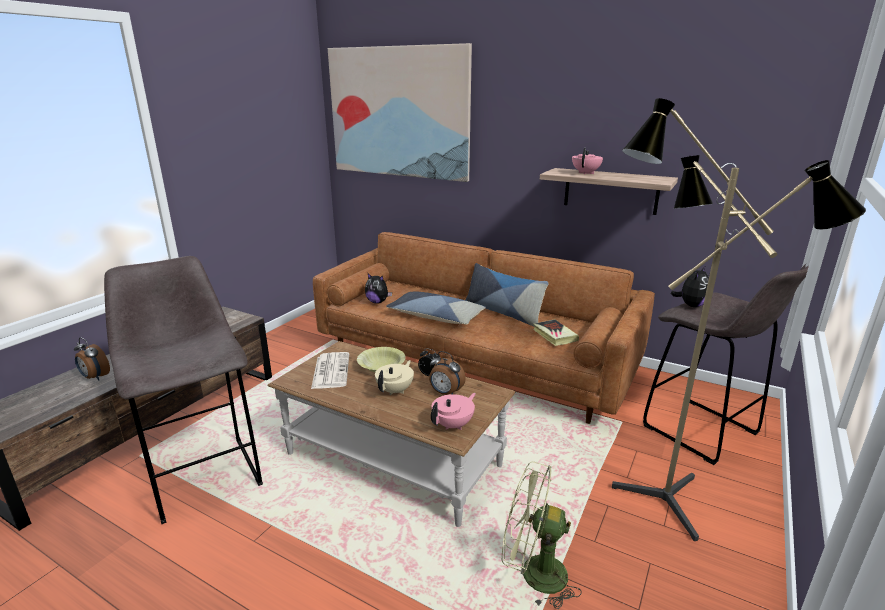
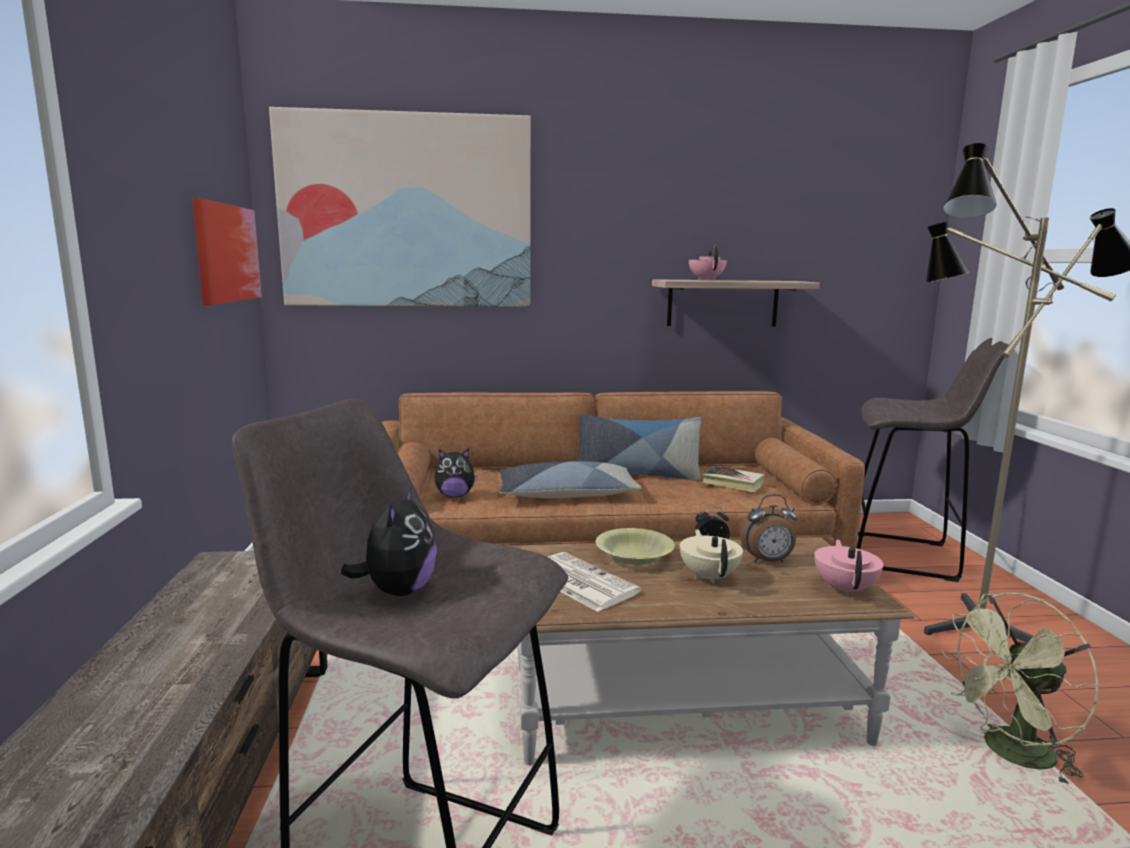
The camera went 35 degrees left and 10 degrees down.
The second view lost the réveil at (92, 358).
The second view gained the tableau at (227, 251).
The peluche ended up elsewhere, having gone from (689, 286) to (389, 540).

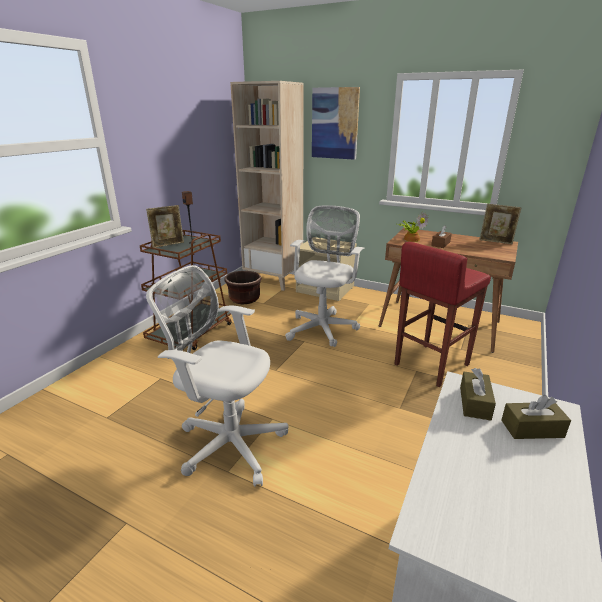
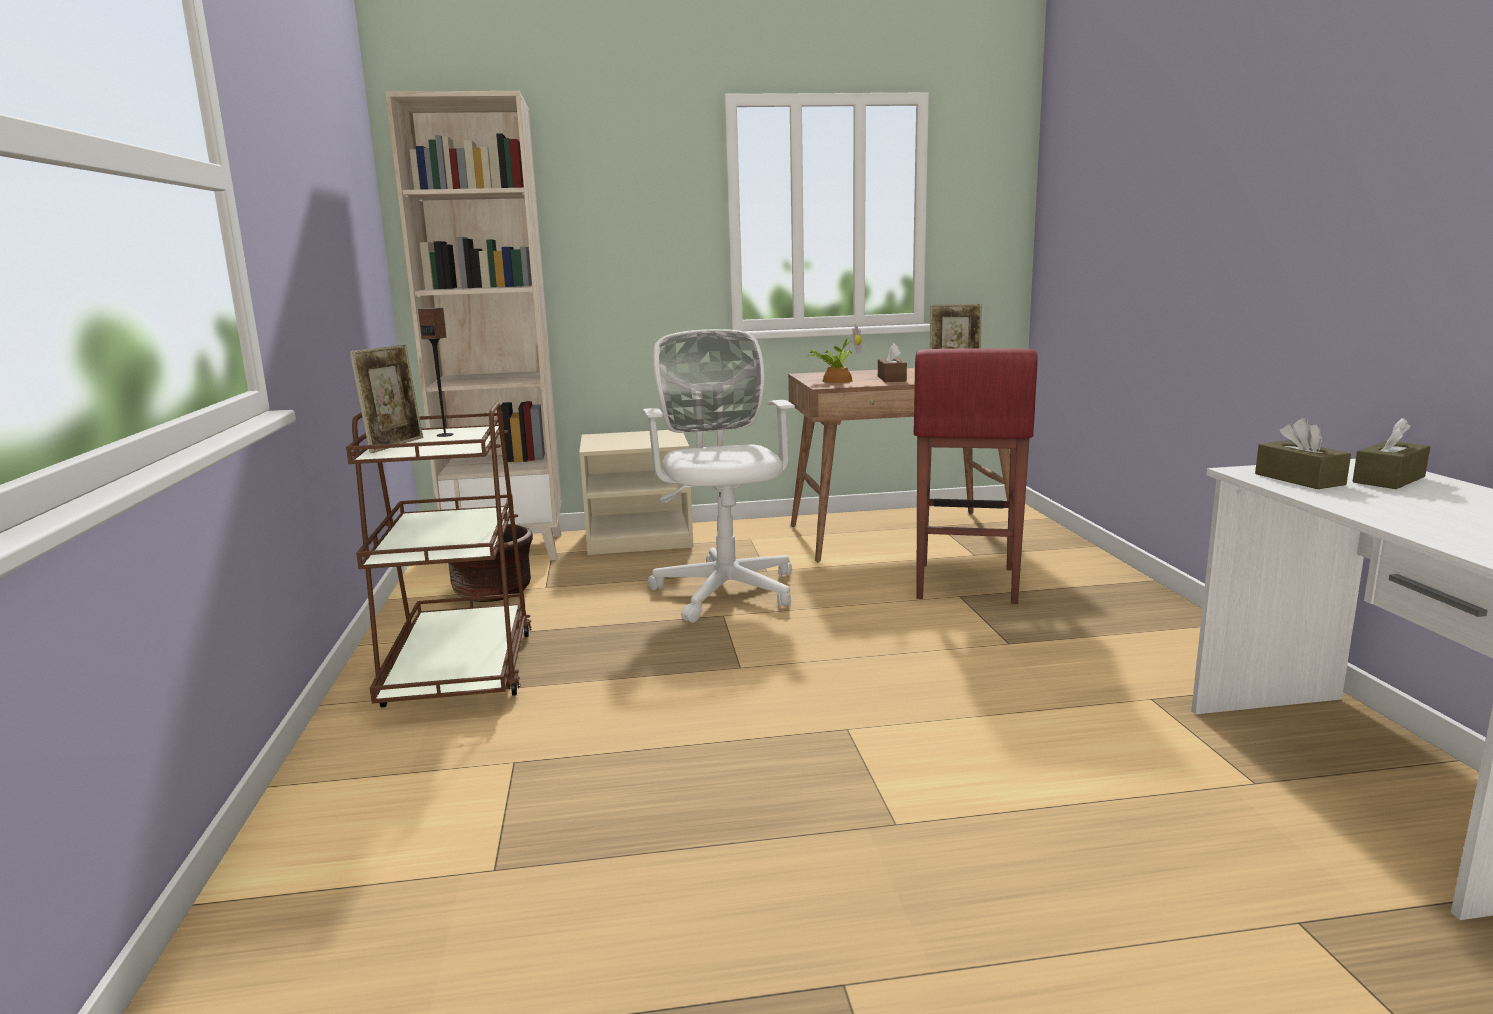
The camera went 35 degrees left and 10 degrees down.
The second view lost the chaise de bureau/blanc at (217, 376).
The second view lost the tableau at (336, 123).

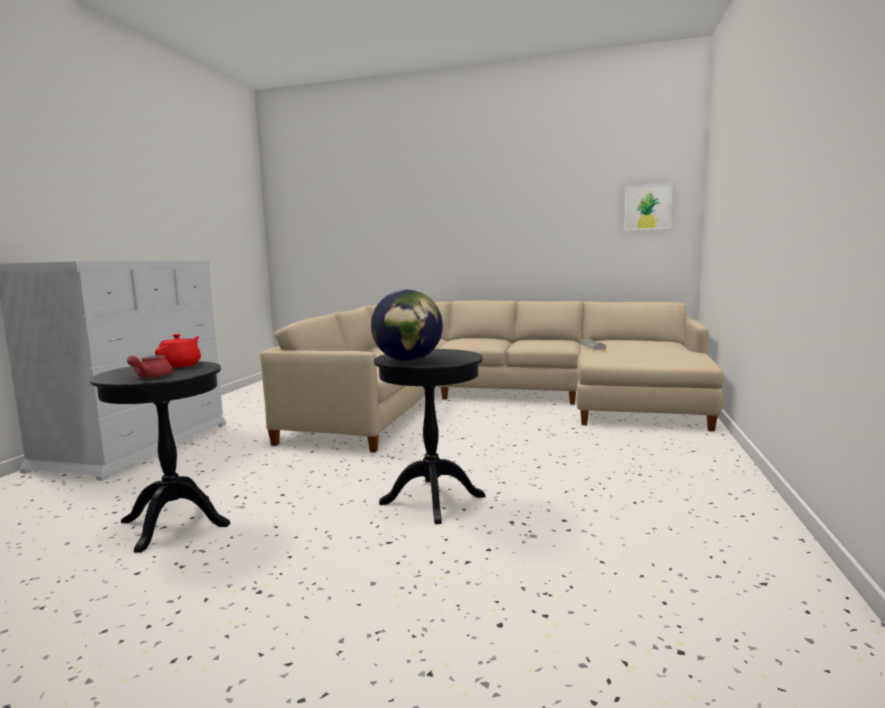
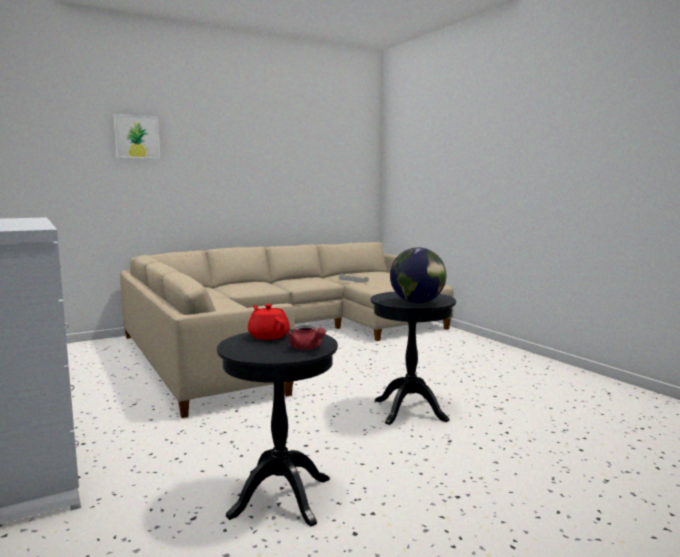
The camera went 45 degrees left and 0 degrees up.
The tableau ended up elsewhere, having gone from (648, 207) to (137, 136).

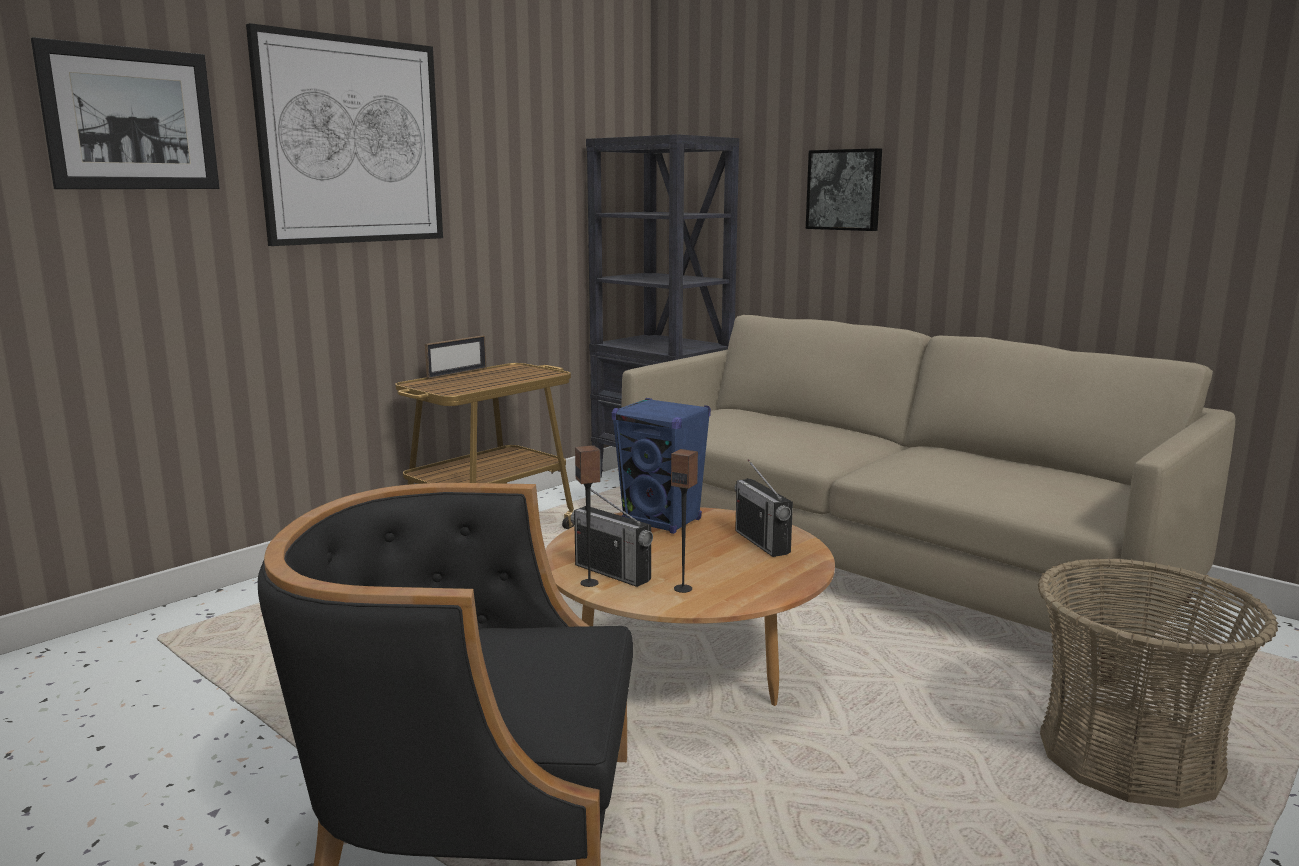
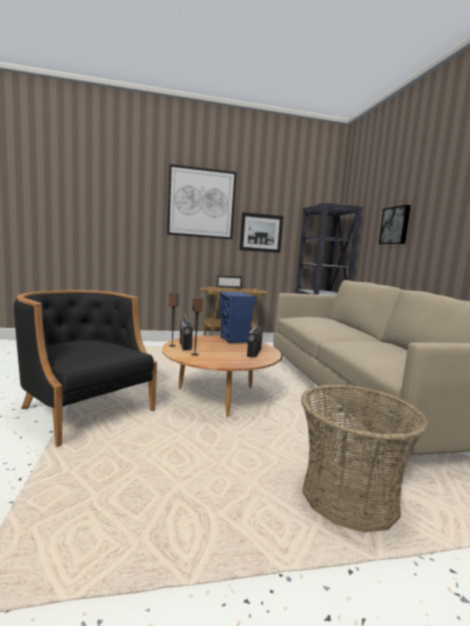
The camera went 35 degrees right and 5 degrees down.
The tableau ended up elsewhere, having gone from (125, 113) to (261, 232).

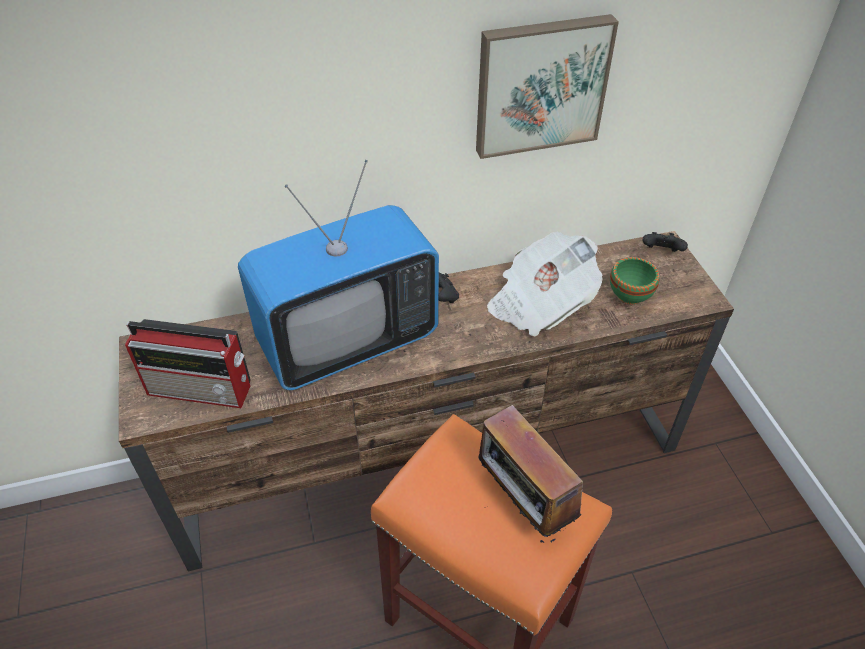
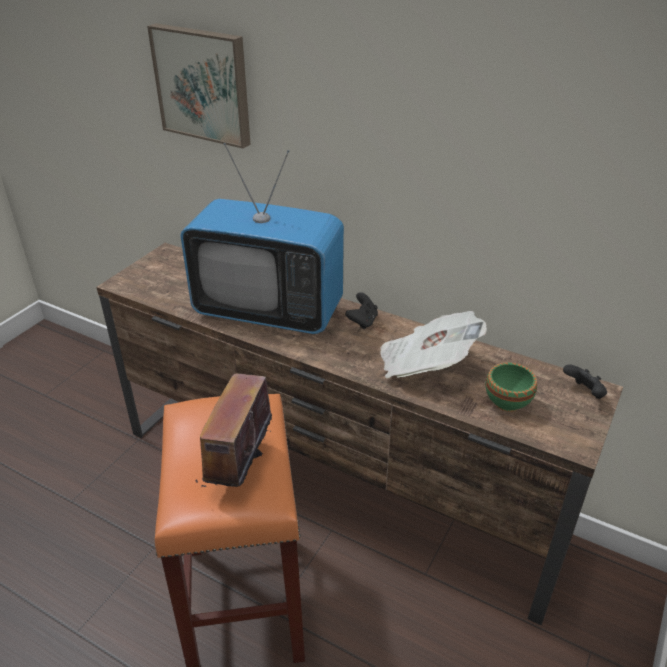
The camera went 45 degrees right and 10 degrees down.
The second view lost the radio at (188, 363).
The tableau ended up elsewhere, having gone from (547, 86) to (199, 86).

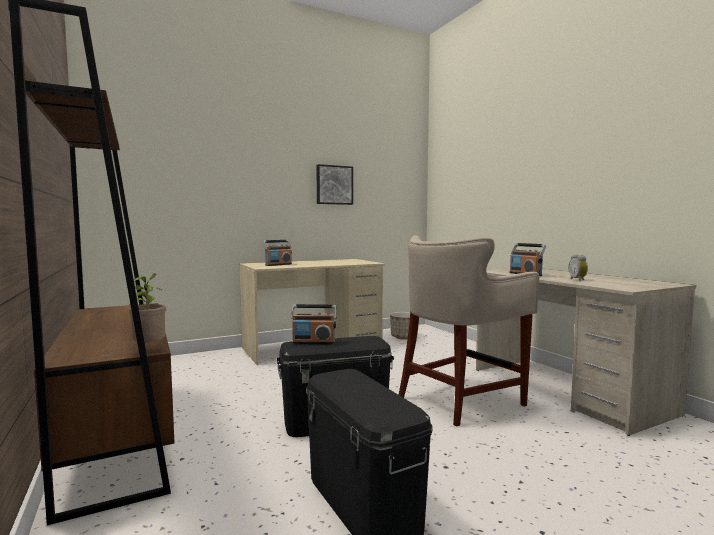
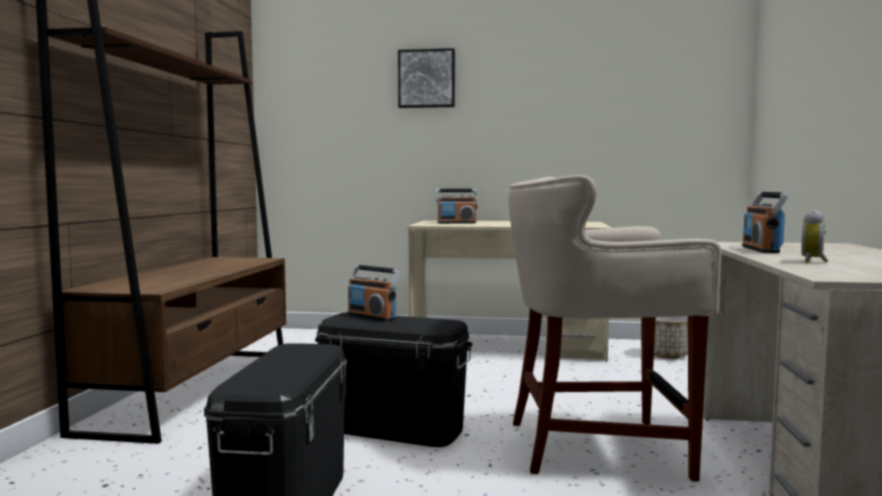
The camera went 35 degrees right and 0 degrees up.
The second view lost the plante en pot at (147, 308).
The tableau ended up elsewhere, having gone from (334, 184) to (426, 78).

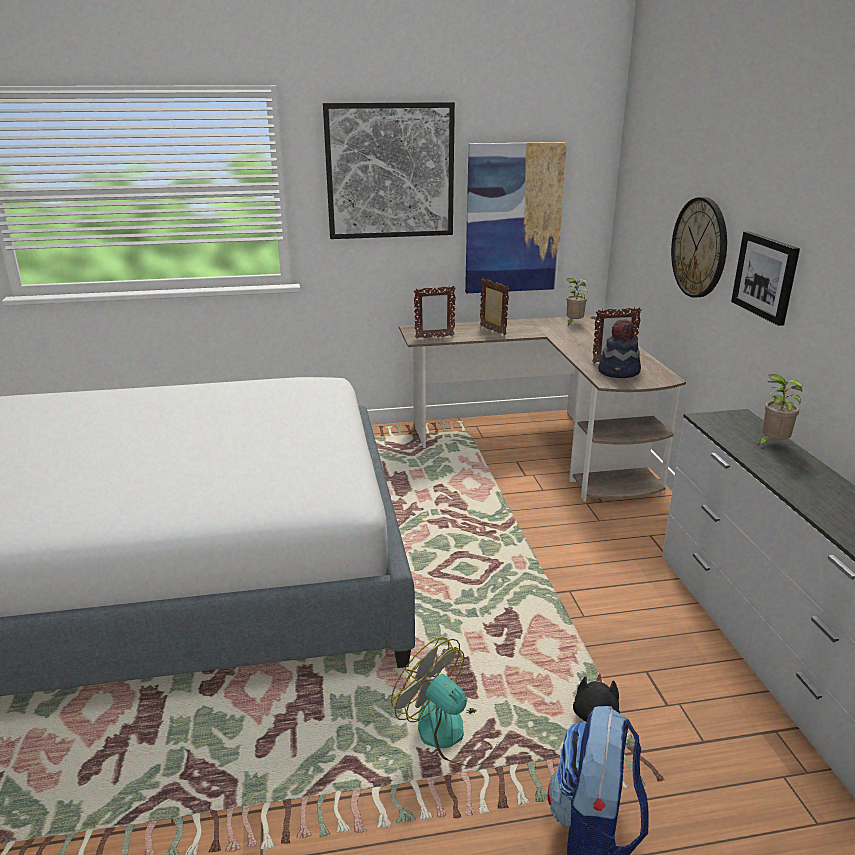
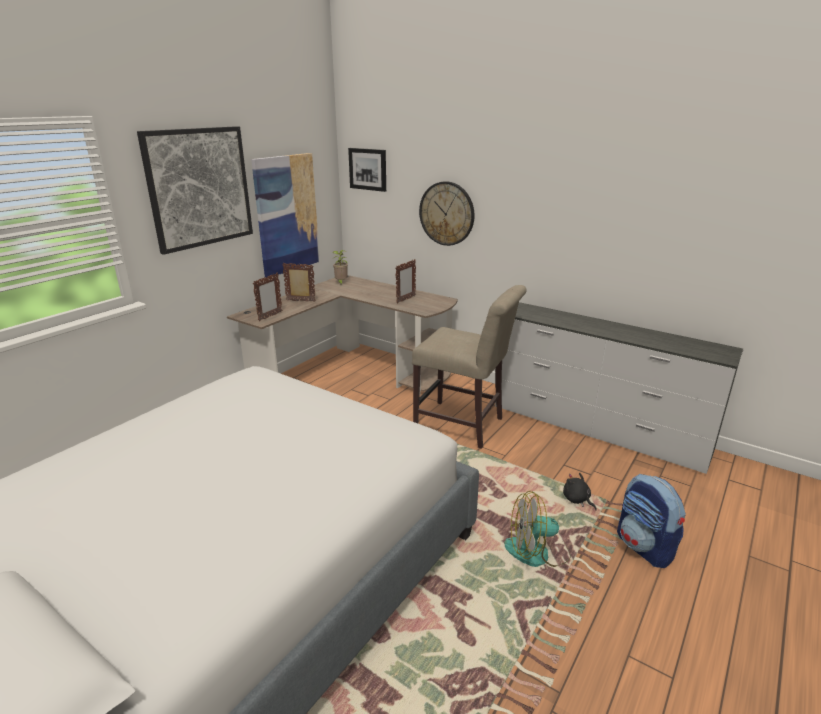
The camera went 45 degrees left and 0 degrees up.
The second view lost the chapeau at (619, 348).
The second view lost the plante en pot at (780, 410).
The second view gained the chaise/beige at (469, 367).
The tableau ended up elsewhere, having gone from (765, 278) to (367, 170).

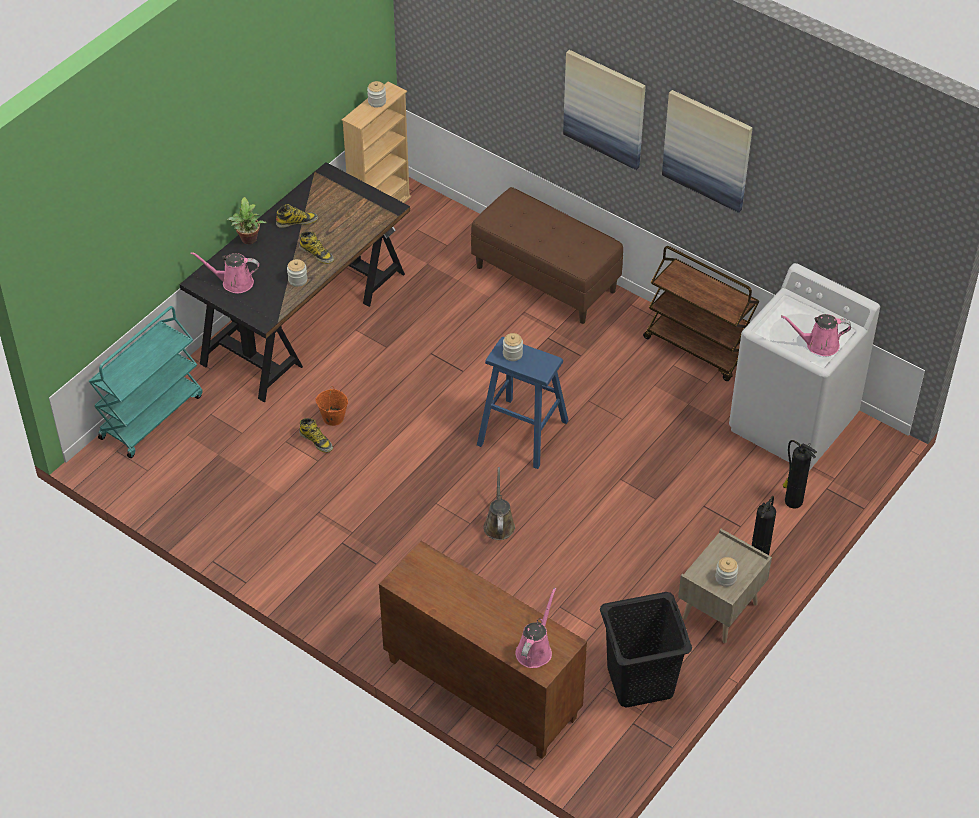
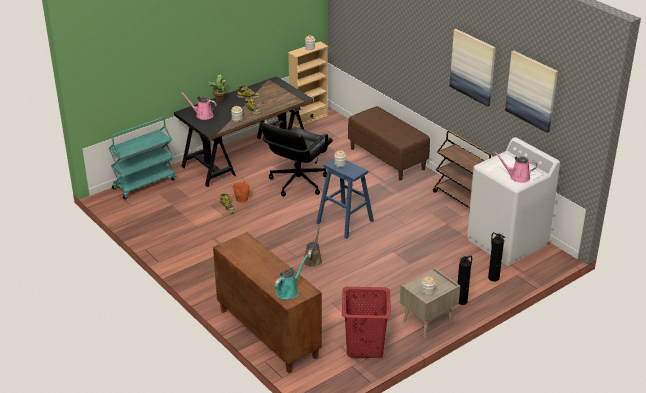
The camera went 15 degrees right and 15 degrees down.
The second view gained the chaise de bureau/noir at (296, 158).
The tableau ended up elsewhere, having gone from (604, 110) to (531, 92).
What was the arrosoir/rose at (535, 628) turned into the arrosoir/turquoise at (291, 277).
What was the panier à linge/noir at (646, 650) turned into the panier à linge/rouge at (366, 322).

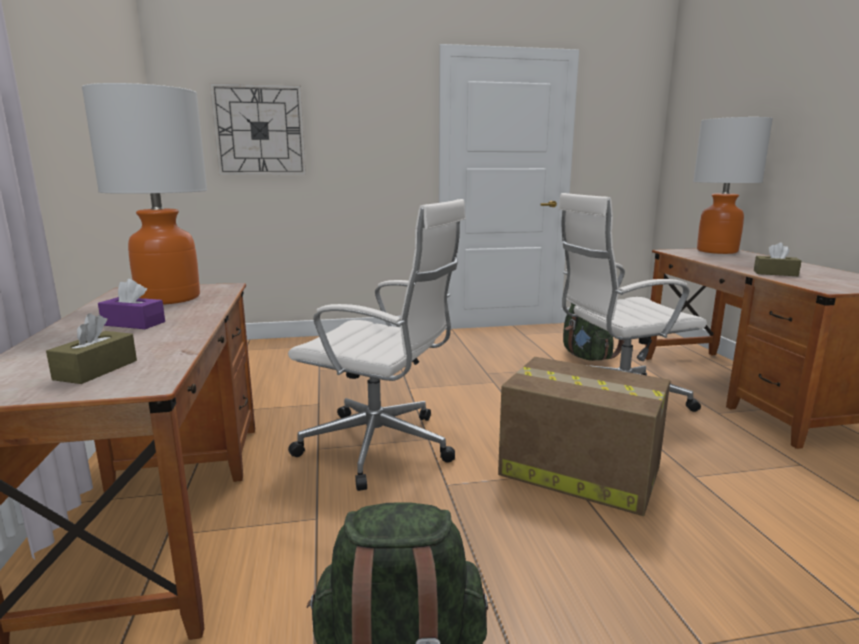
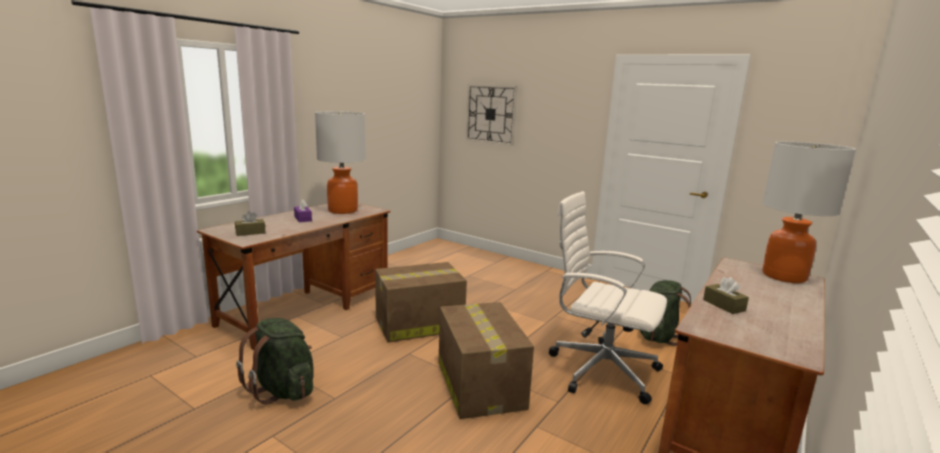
The camera went 45 degrees right and 0 degrees up.
Where the chaise de bureau/blanc stood at (377, 345), the carton came to stand at (421, 302).

